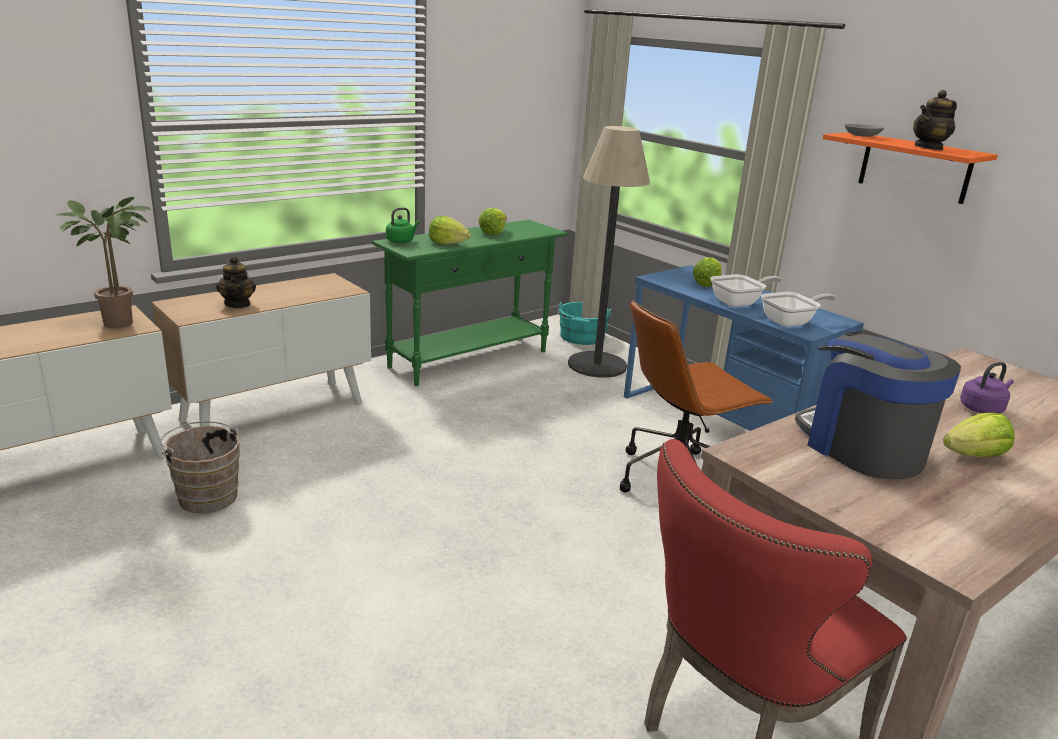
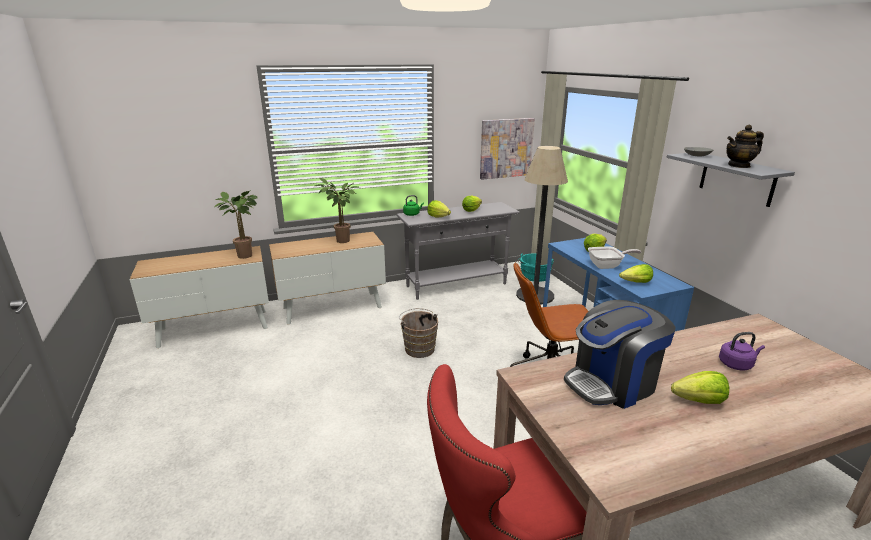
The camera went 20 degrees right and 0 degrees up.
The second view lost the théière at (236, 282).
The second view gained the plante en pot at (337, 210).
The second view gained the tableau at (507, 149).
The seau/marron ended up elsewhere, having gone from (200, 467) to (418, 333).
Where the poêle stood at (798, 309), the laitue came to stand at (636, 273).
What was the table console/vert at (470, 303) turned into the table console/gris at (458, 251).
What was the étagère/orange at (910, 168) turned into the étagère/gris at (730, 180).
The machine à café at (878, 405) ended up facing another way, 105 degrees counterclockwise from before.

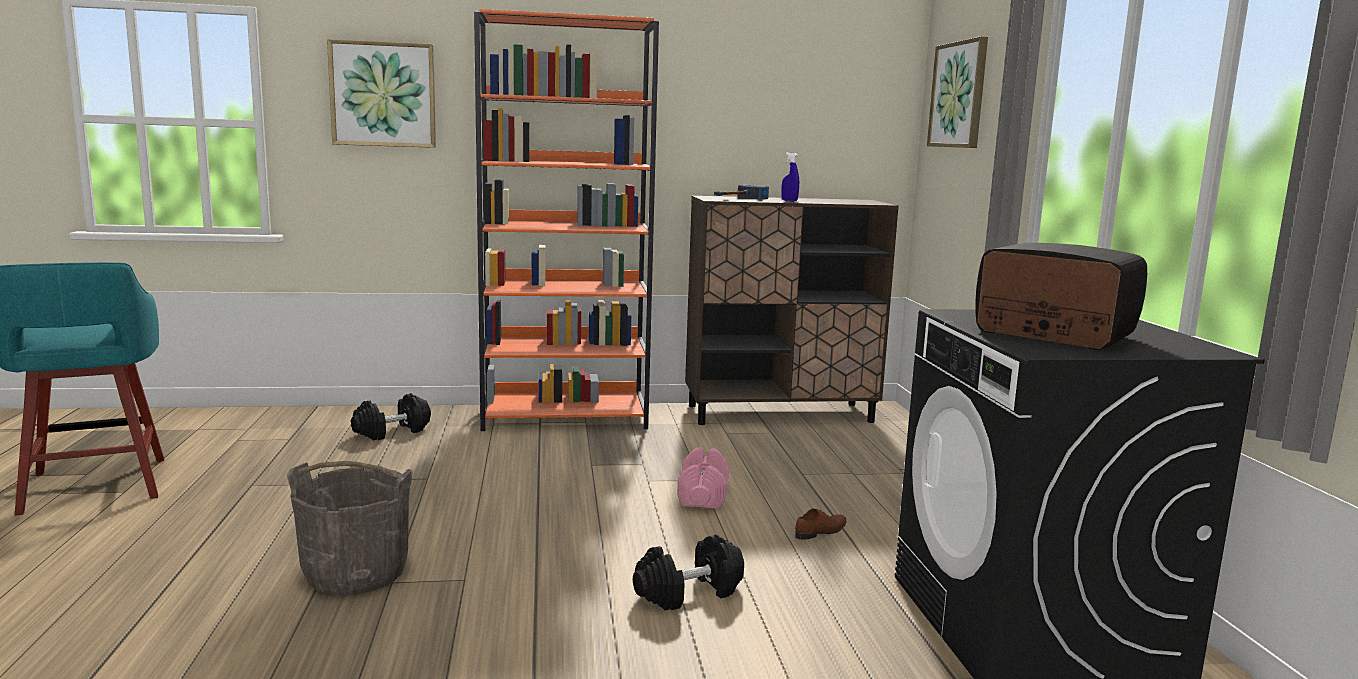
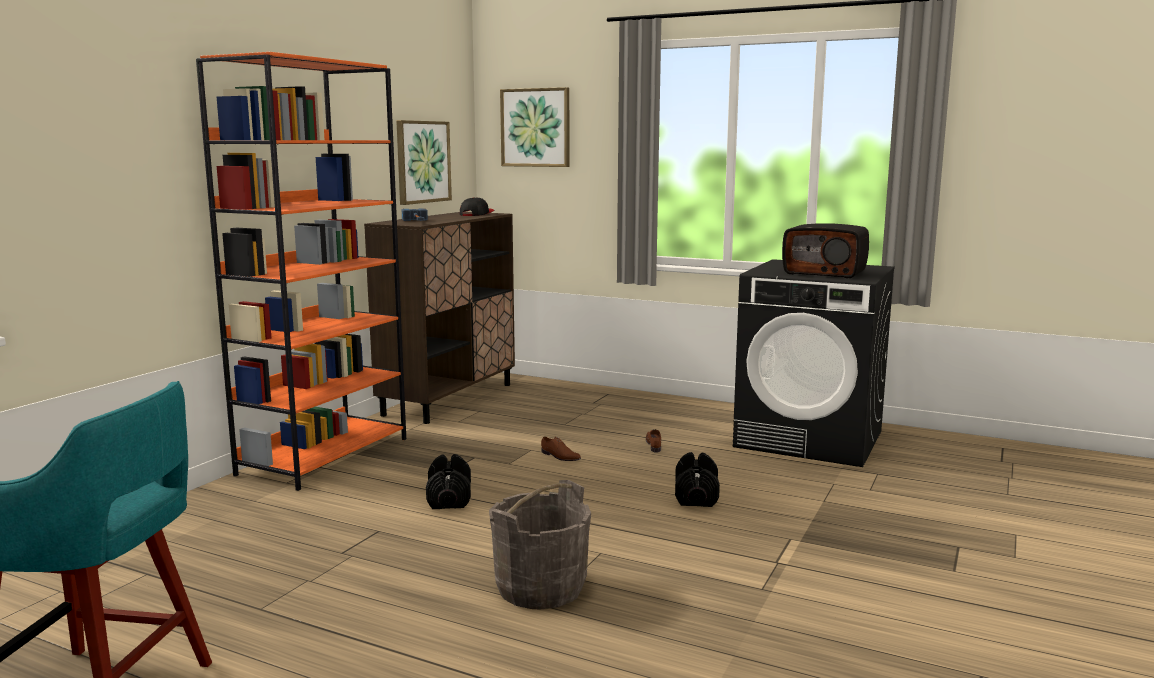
The camera went 55 degrees left and 0 degrees up.
The second view lost the vaporisateur/bleu at (790, 177).
The second view gained the casquette at (477, 206).
The tableau ended up elsewhere, having gone from (381, 93) to (424, 162).
The haltère/noir ended up elsewhere, having gone from (391, 416) to (448, 481).
Where the haltère/rose stood at (703, 478), the chaussure/marron came to stand at (561, 449).
The radio at (1061, 296) ended up facing another way, 135 degrees counterclockwise from before.

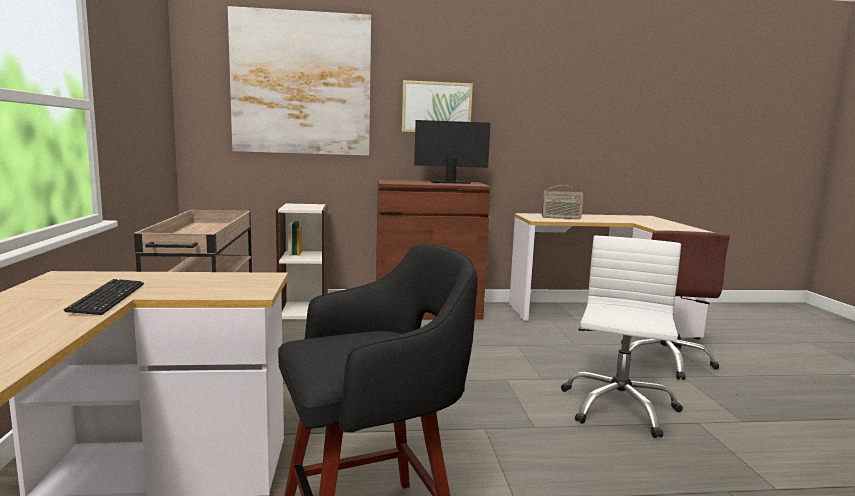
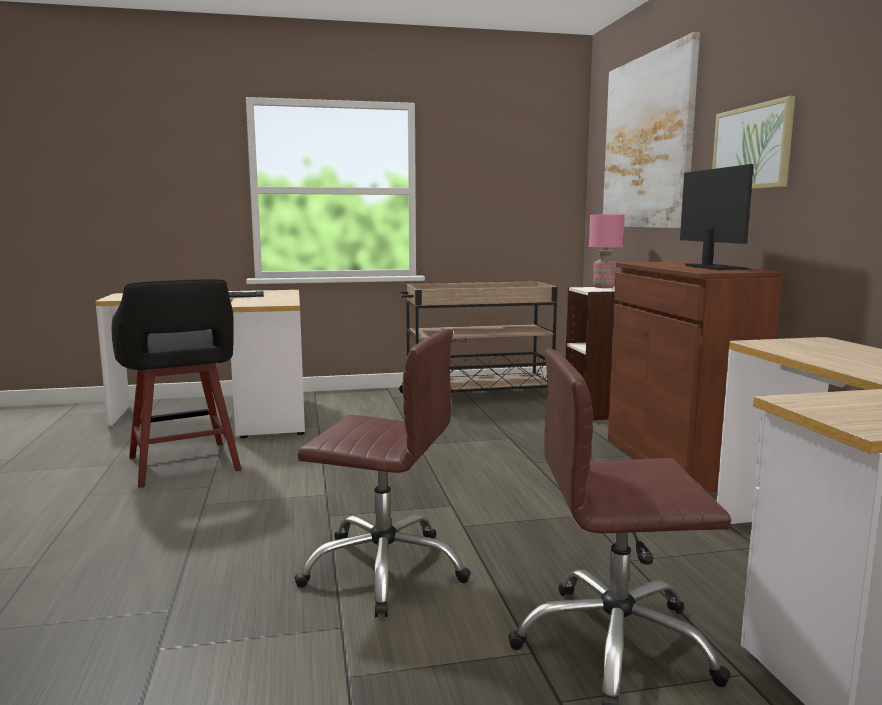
The camera went 85 degrees right and 0 degrees up.
The second view lost the radio at (562, 202).
The second view gained the lampe de table/rose at (607, 251).
What was the chaise de bureau/blanc at (622, 337) turned into the chaise de bureau/marron at (382, 473).

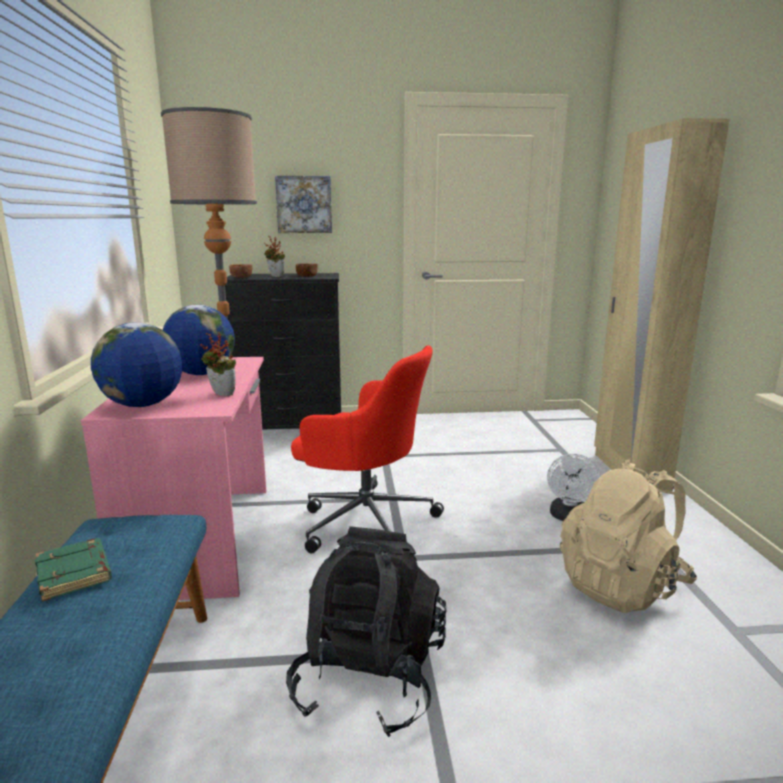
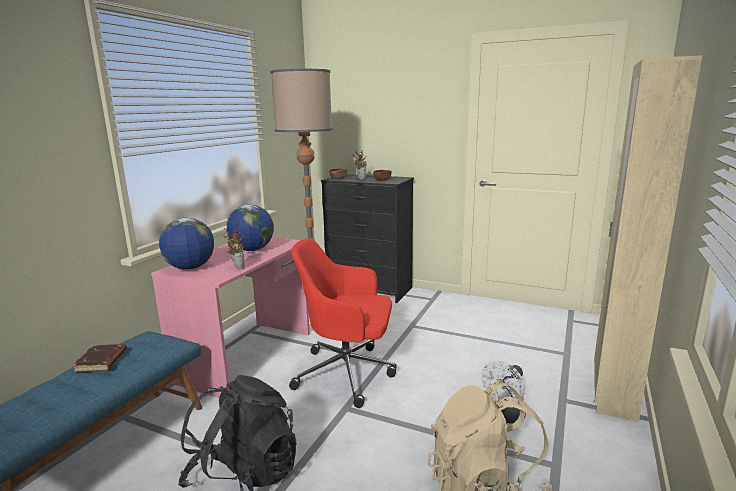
The camera went 30 degrees right and 0 degrees up.
The second view lost the tableau at (303, 204).
What was the livre/vert at (73, 569) turned into the livre/marron at (99, 358).
The chaise de bureau/rouge at (367, 449) ended up facing another way, 135 degrees clockwise from before.

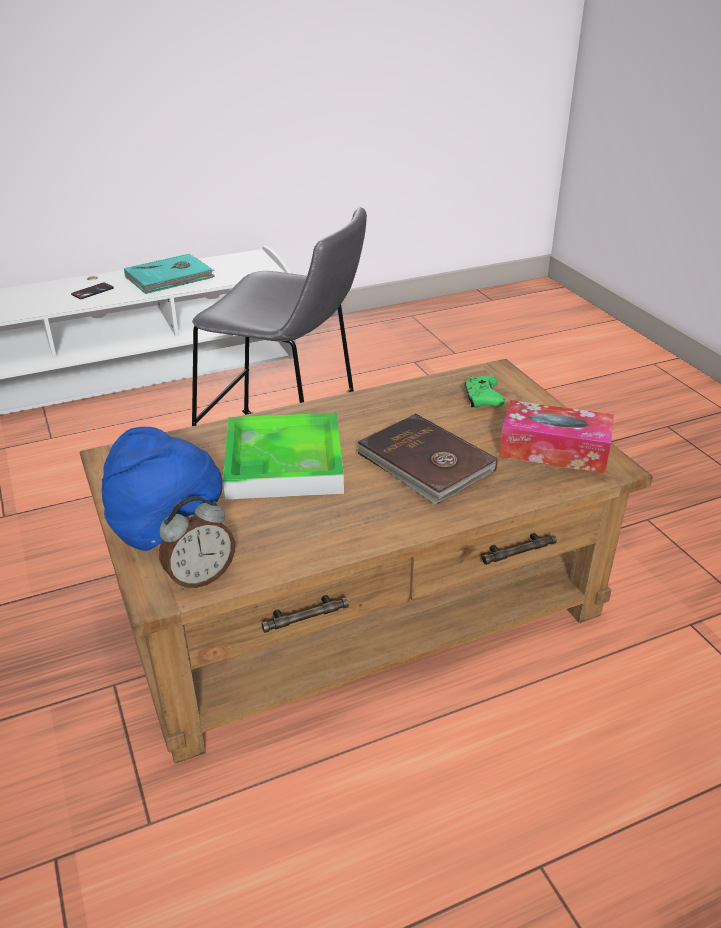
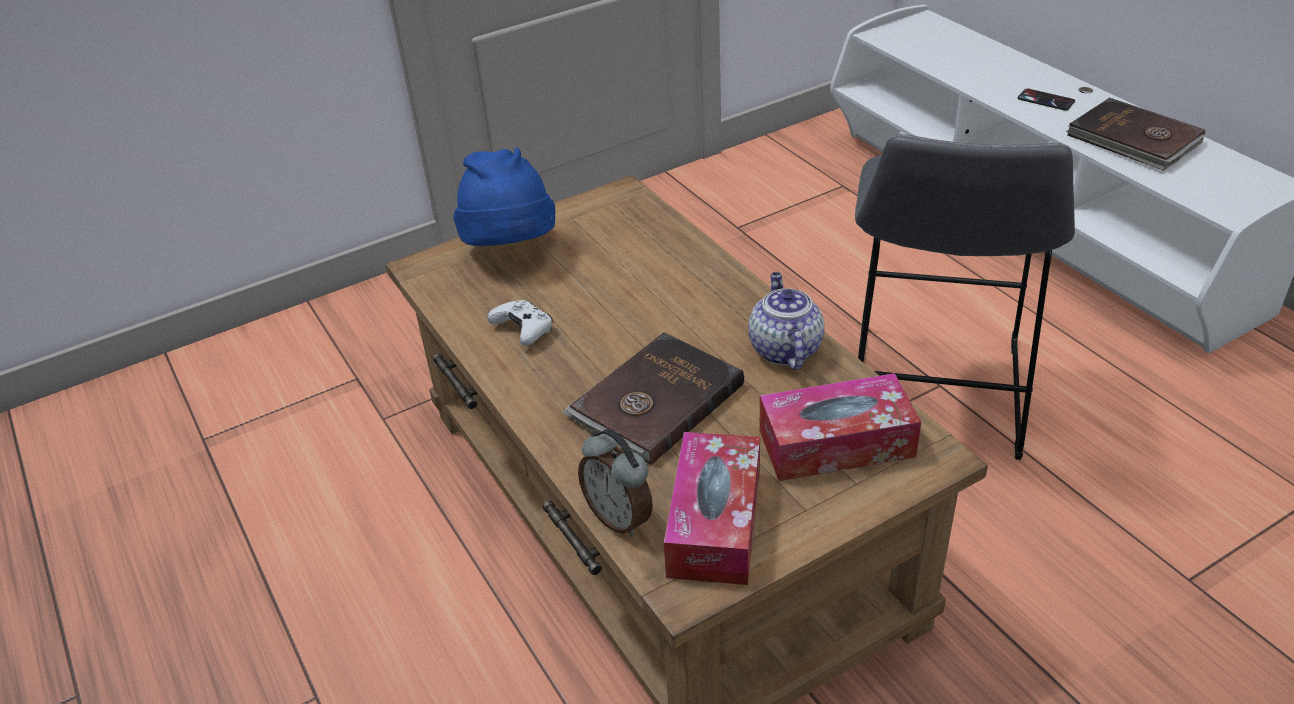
The camera went 85 degrees right and 5 degrees up.
The second view lost the plateau at (283, 456).
The second view gained the manette/blanc at (520, 323).
The second view gained the théière at (786, 321).
The réveil ended up elsewhere, having gone from (197, 543) to (615, 483).
Where the manette/vert stood at (485, 391), the boîte à mouchoirs came to stand at (840, 427).
What was the livre/turquoise at (169, 274) turned into the livre/marron at (1135, 134).

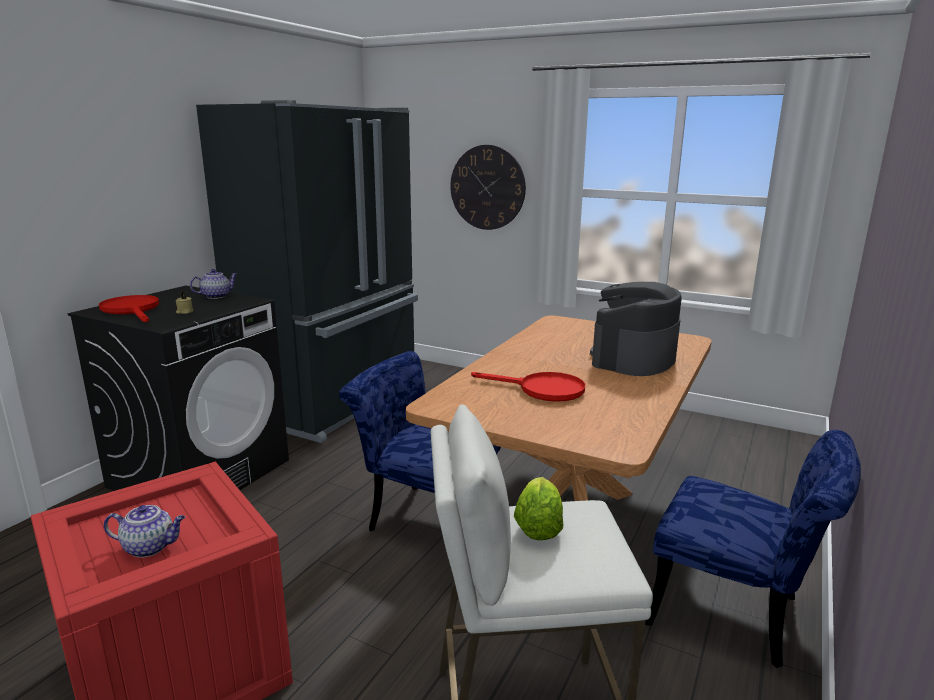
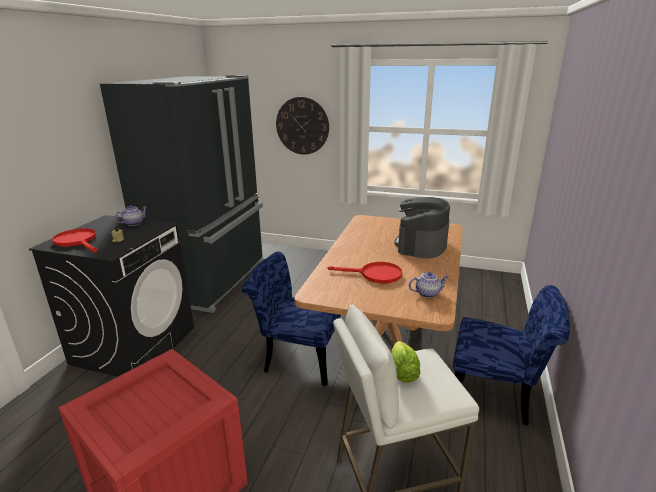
The camera went 10 degrees left and 5 degrees up.
The théière ended up elsewhere, having gone from (144, 531) to (429, 285).

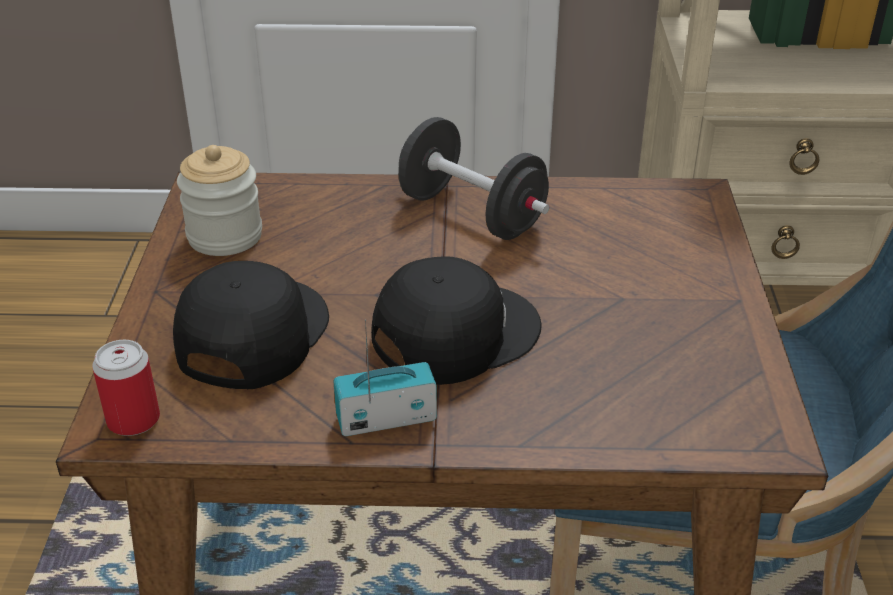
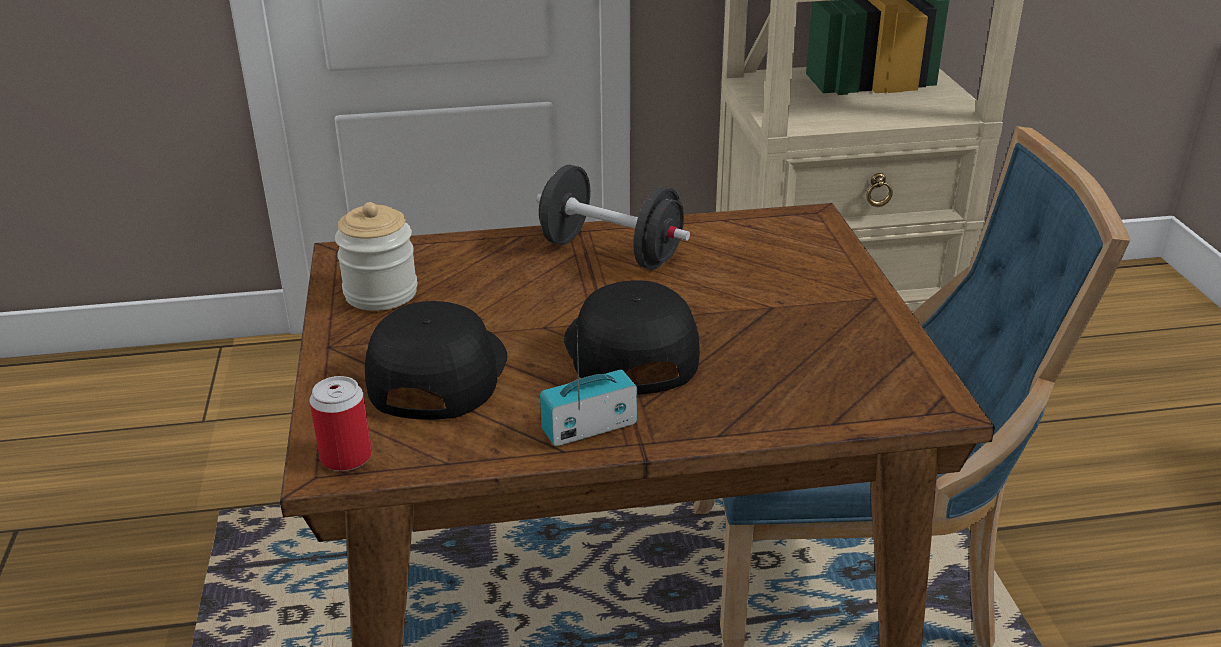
The camera went 10 degrees left and 5 degrees down.
The casquette/noir at (456, 320) ended up facing another way, 60 degrees counterclockwise from before.

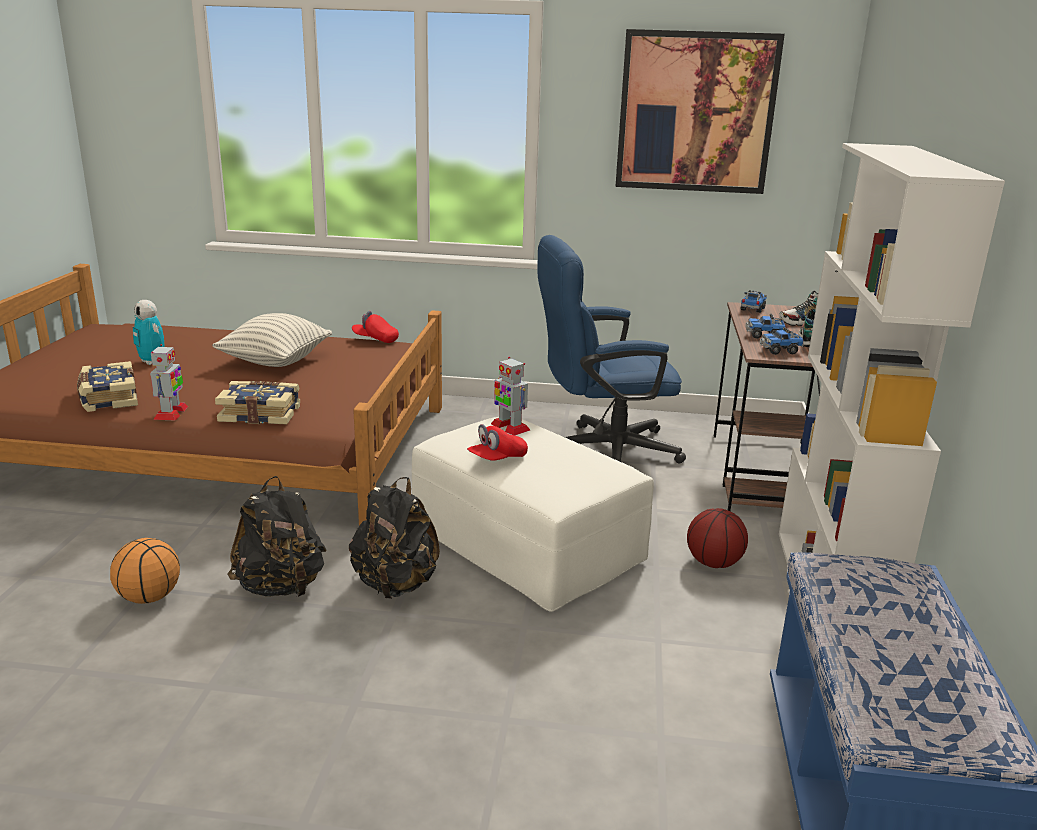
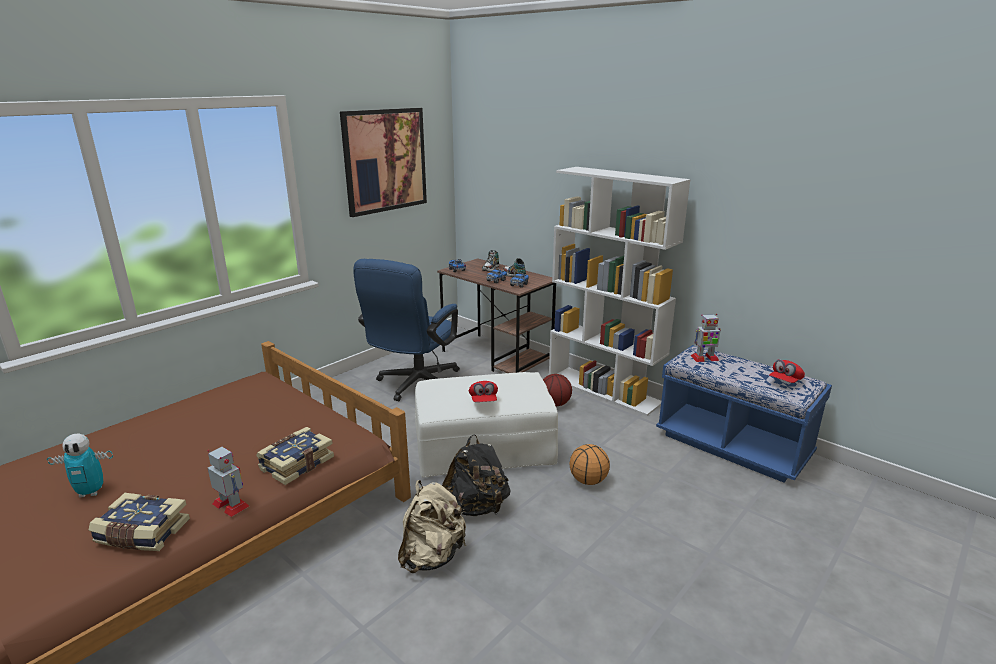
The camera went 55 degrees left and 0 degrees up.
The second view lost the coussin at (272, 340).
The ballon de basket ended up elsewhere, having gone from (145, 571) to (589, 464).
The casquette/rouge ended up elsewhere, having gone from (375, 327) to (787, 371).
The robot jouet ended up elsewhere, having gone from (510, 396) to (706, 338).
What was the sac à dos/noir at (277, 536) turned into the sac à dos/beige at (432, 526).

